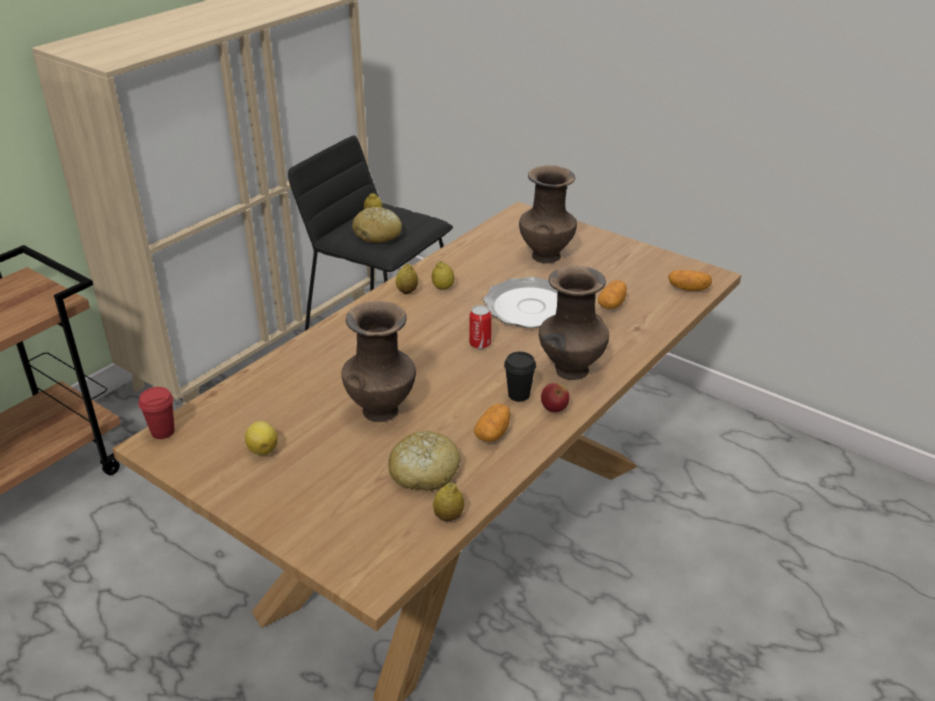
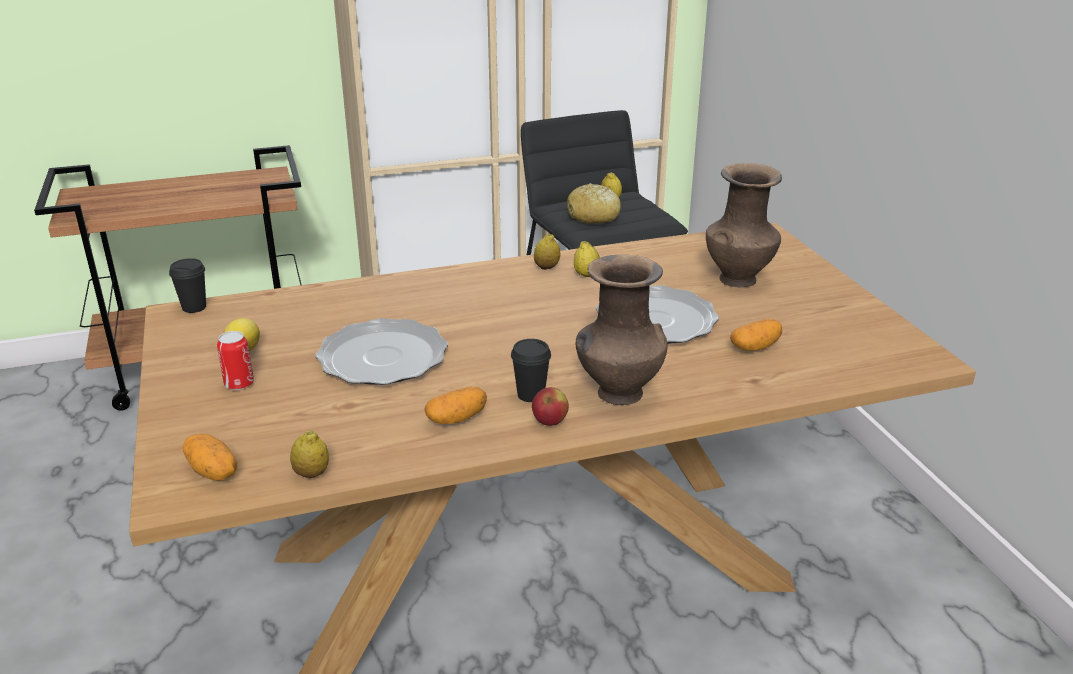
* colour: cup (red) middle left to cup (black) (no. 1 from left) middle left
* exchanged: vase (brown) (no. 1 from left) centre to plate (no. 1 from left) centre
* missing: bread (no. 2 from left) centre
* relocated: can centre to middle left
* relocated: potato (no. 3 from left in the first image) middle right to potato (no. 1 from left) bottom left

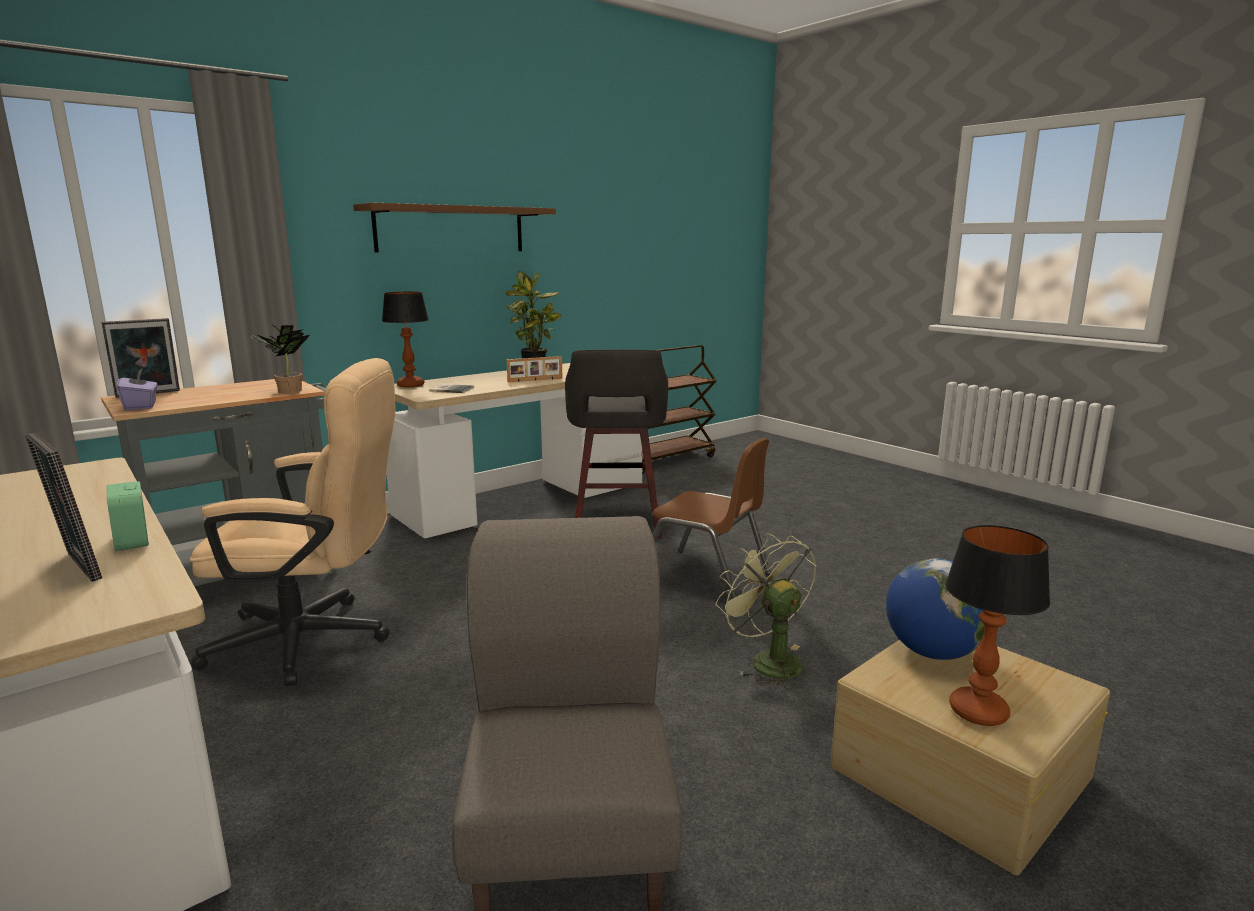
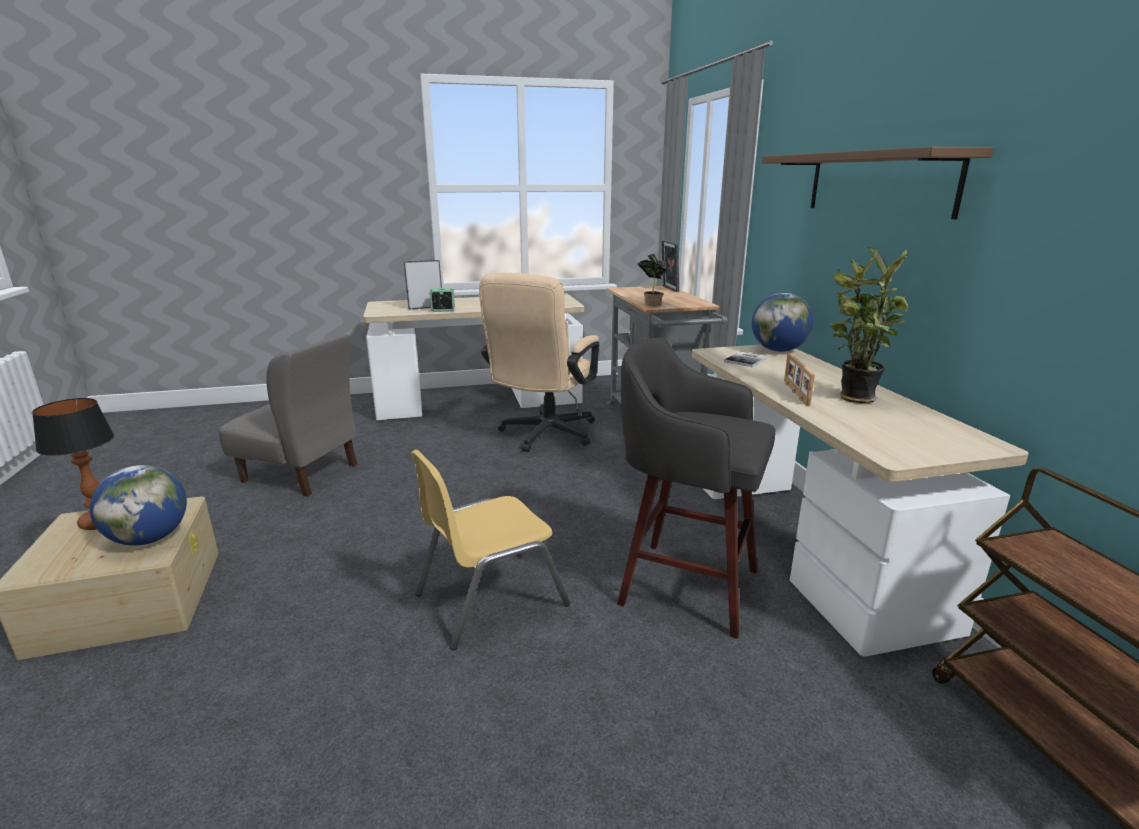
* missing: tissue box (purple) middle left
* exchanged: table lamp (no. 1 from left) middle left to globe (no. 2 from left) middle right
* colour: chair (brown) centre to chair (yellow) centre
* missing: fan (green) bottom centre

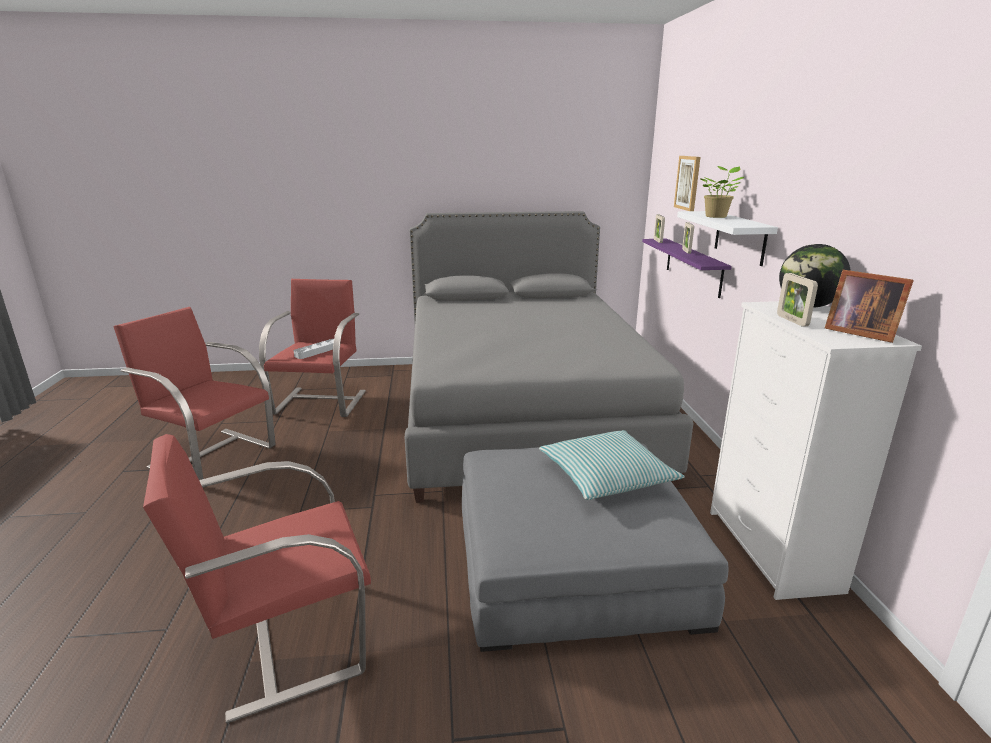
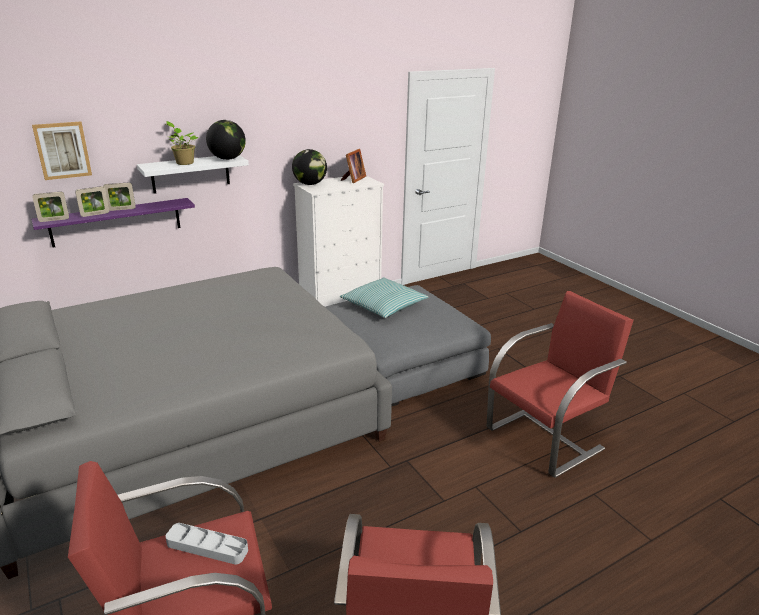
* spun: armchair (red) (no. 2 from left in the first image) bottom left = middle right 75 degrees counterclockwise
* relocated: picture frame (no. 3 from left in the first image) middle right to picture frame (no. 2 from left) top left
* appeared: globe (no. 1 from left) top left

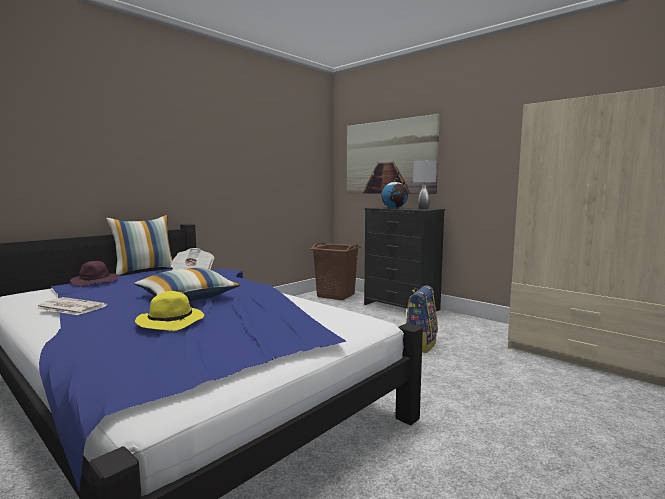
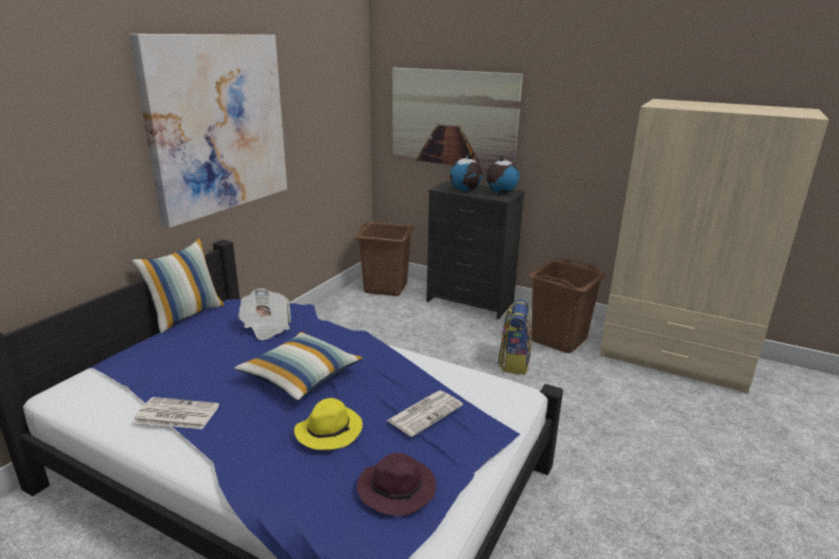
* relocated: hat (purple) middle left to bottom centre
* exchanged: table lamp (grey) centre to globe (no. 2 from left) top centre
* appeared: picture (no. 1 from left) top left
* appeared: newspaper (no. 3 from left) bottom centre
* appeared: laundry basket (brown) (no. 2 from left) middle right

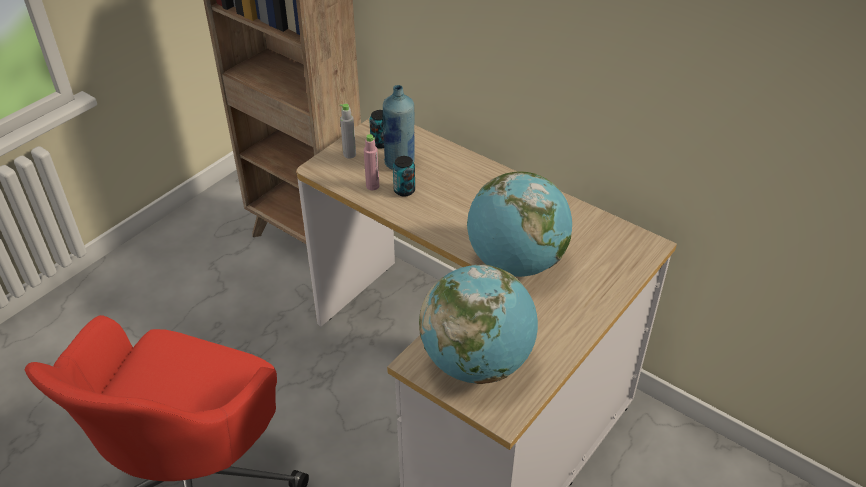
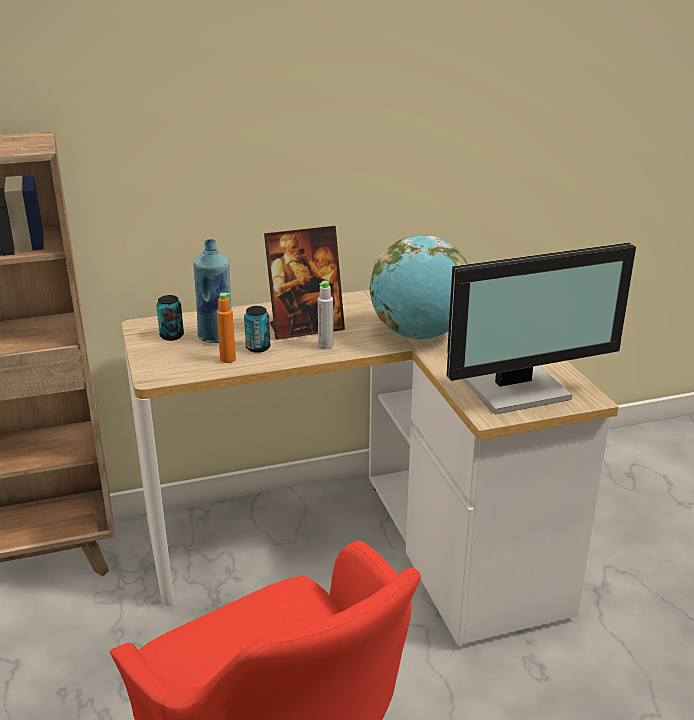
* relocated: bottle (grey) top centre to centre
* colour: bottle (pink) top centre to bottle (orange) middle left
* exchanged: globe (no. 1 from left) centre to monitor middle right
* appeared: picture frame centre

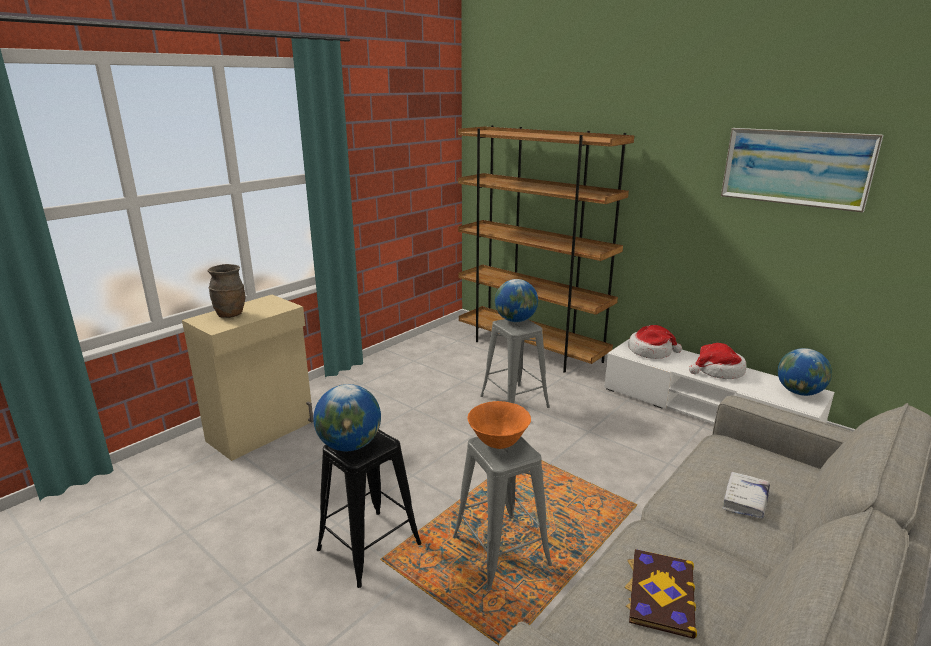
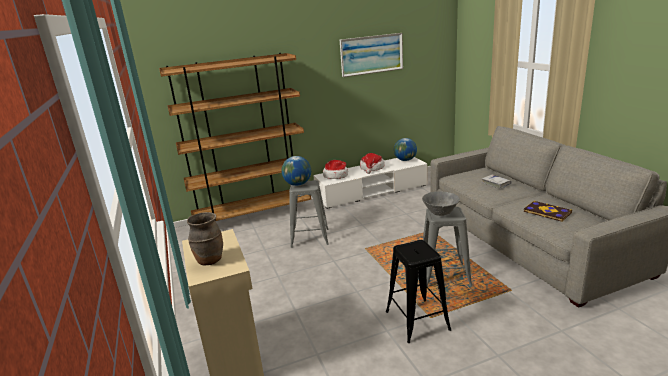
* missing: globe (no. 1 from left) centre
* colour: bowl (orange) centre to bowl (grey) centre

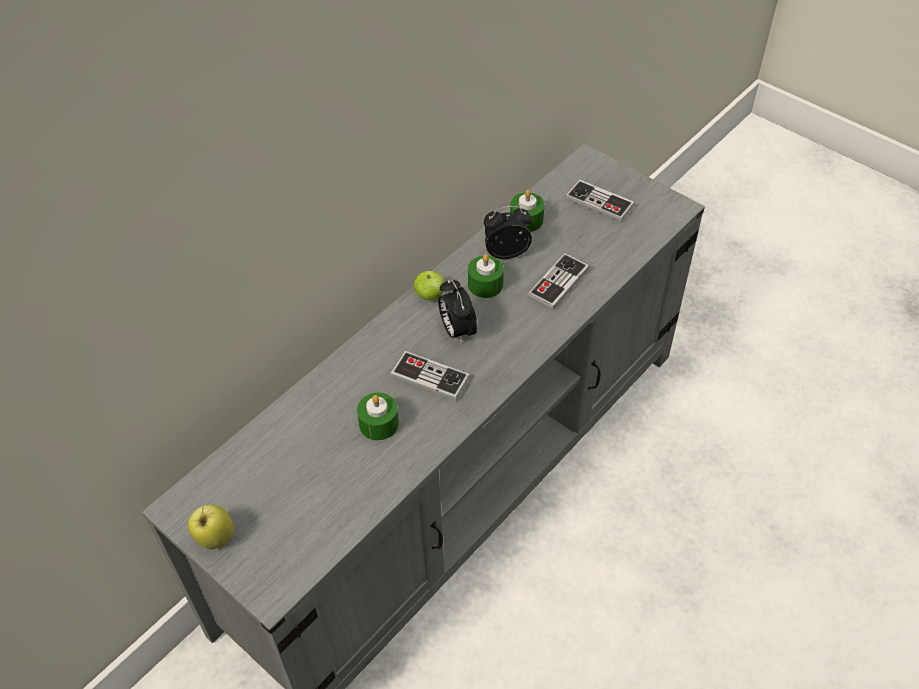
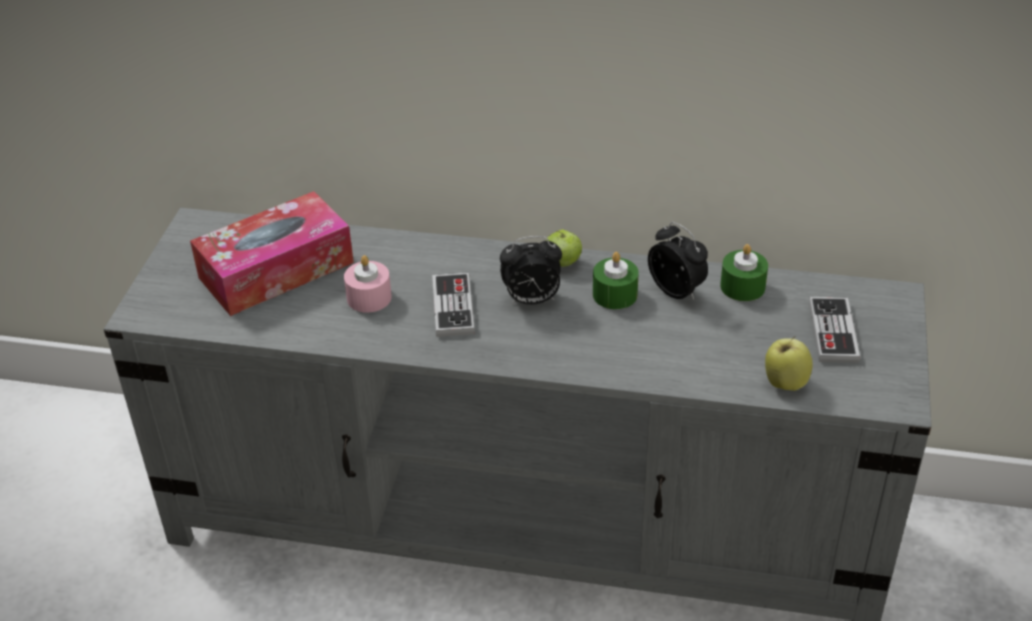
* relocated: apple (no. 1 from left in the first image) bottom left to apple (no. 2 from left) middle right
* colour: candle (green) (no. 1 from left) centre to candle (pink) centre
* spun: alarm clock (no. 1 from left) centre = centre 135 degrees counterclockwise
* missing: game controller (no. 2 from left) centre
* appeared: tissue box middle left

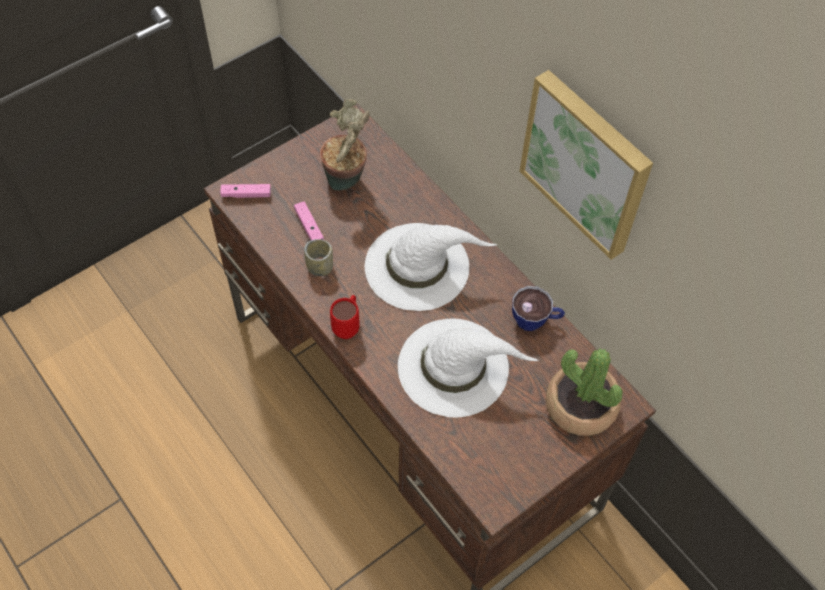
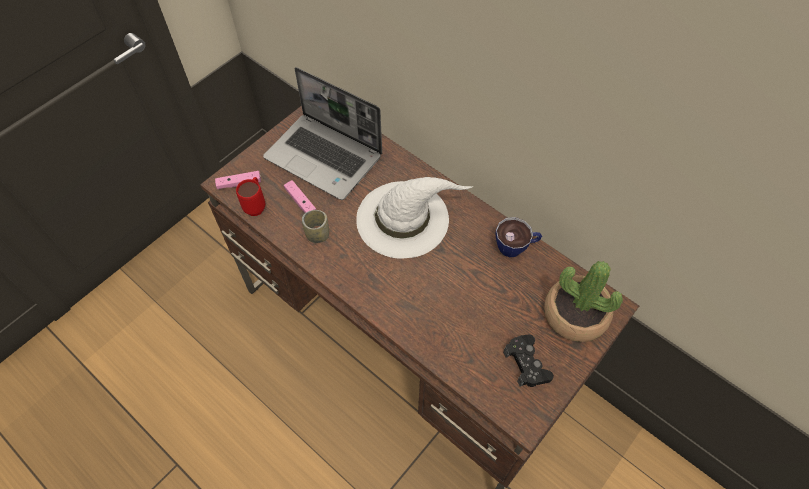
* exchanged: potted plant (no. 1 from left) top centre to laptop top centre
* relocated: mug (red) centre to middle left
* missing: hat (white) (no. 2 from left) centre
* missing: picture top right
* appeared: game controller (black) bottom centre

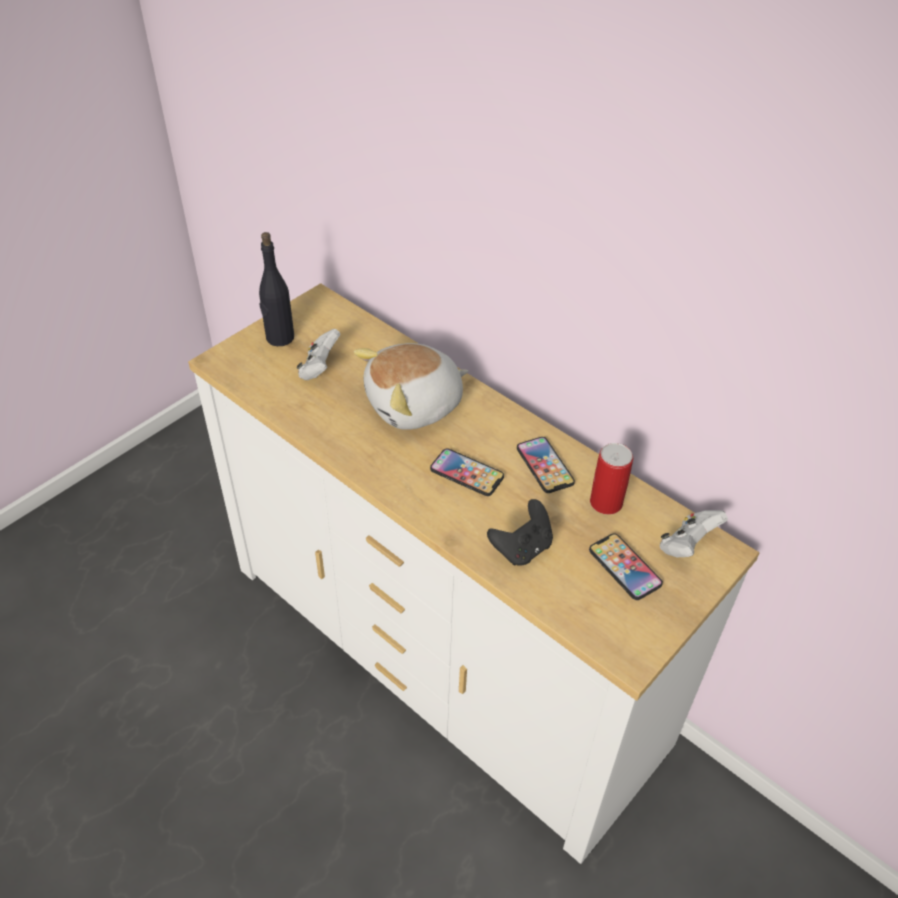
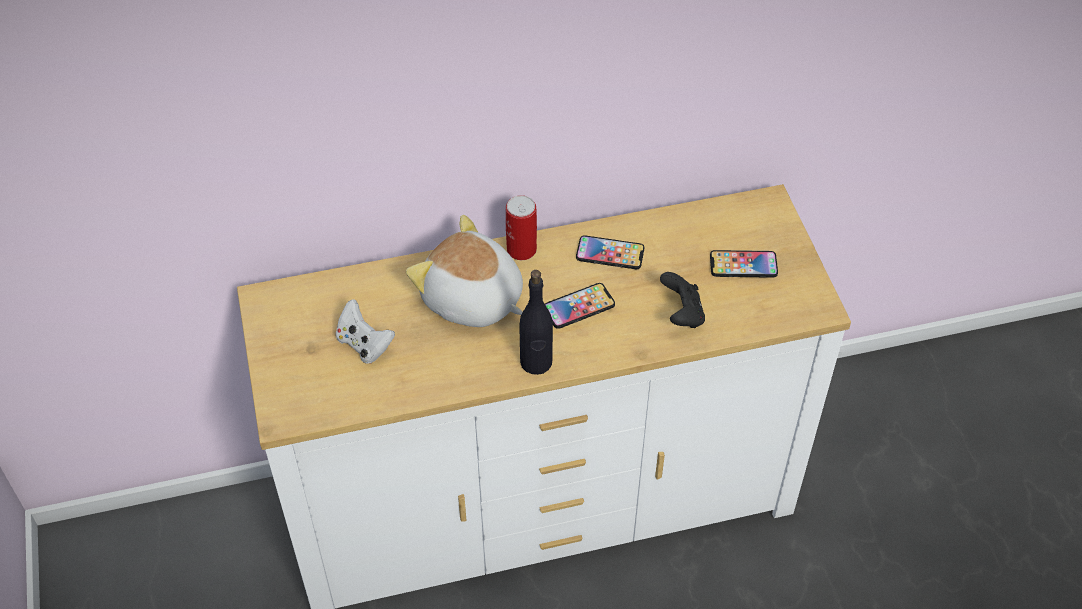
* relocated: bottle (black) top left to centre
* spun: plush toy centre = centre 120 degrees clockwise
* relocated: can middle right to centre
* missing: game controller (white) (no. 2 from left) middle right

